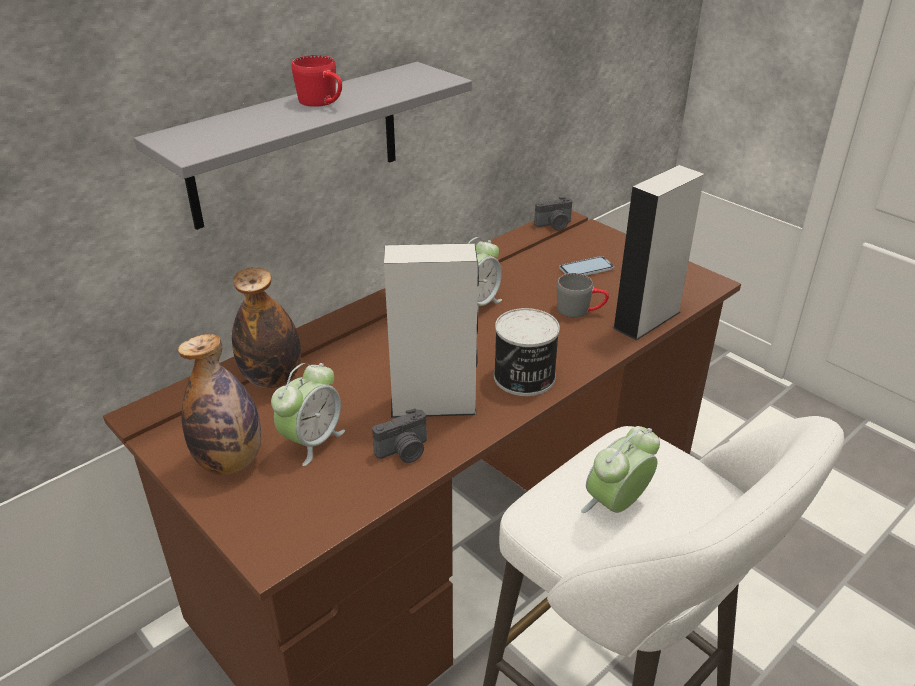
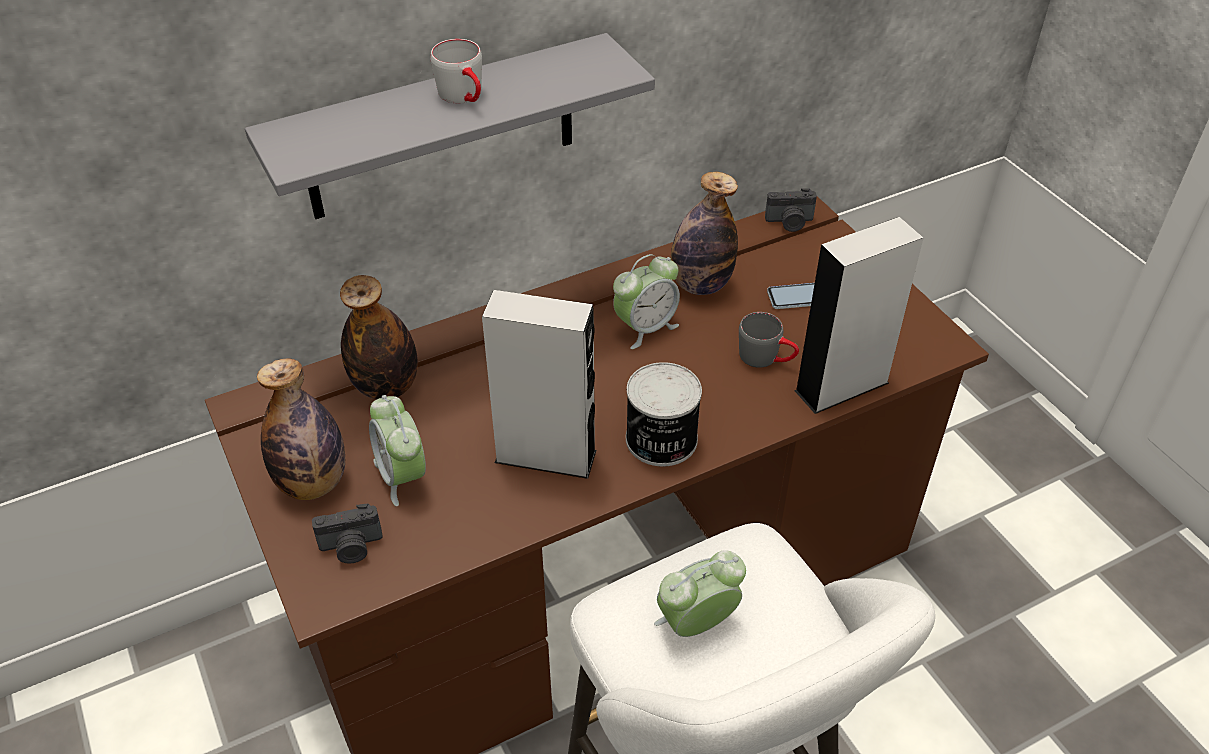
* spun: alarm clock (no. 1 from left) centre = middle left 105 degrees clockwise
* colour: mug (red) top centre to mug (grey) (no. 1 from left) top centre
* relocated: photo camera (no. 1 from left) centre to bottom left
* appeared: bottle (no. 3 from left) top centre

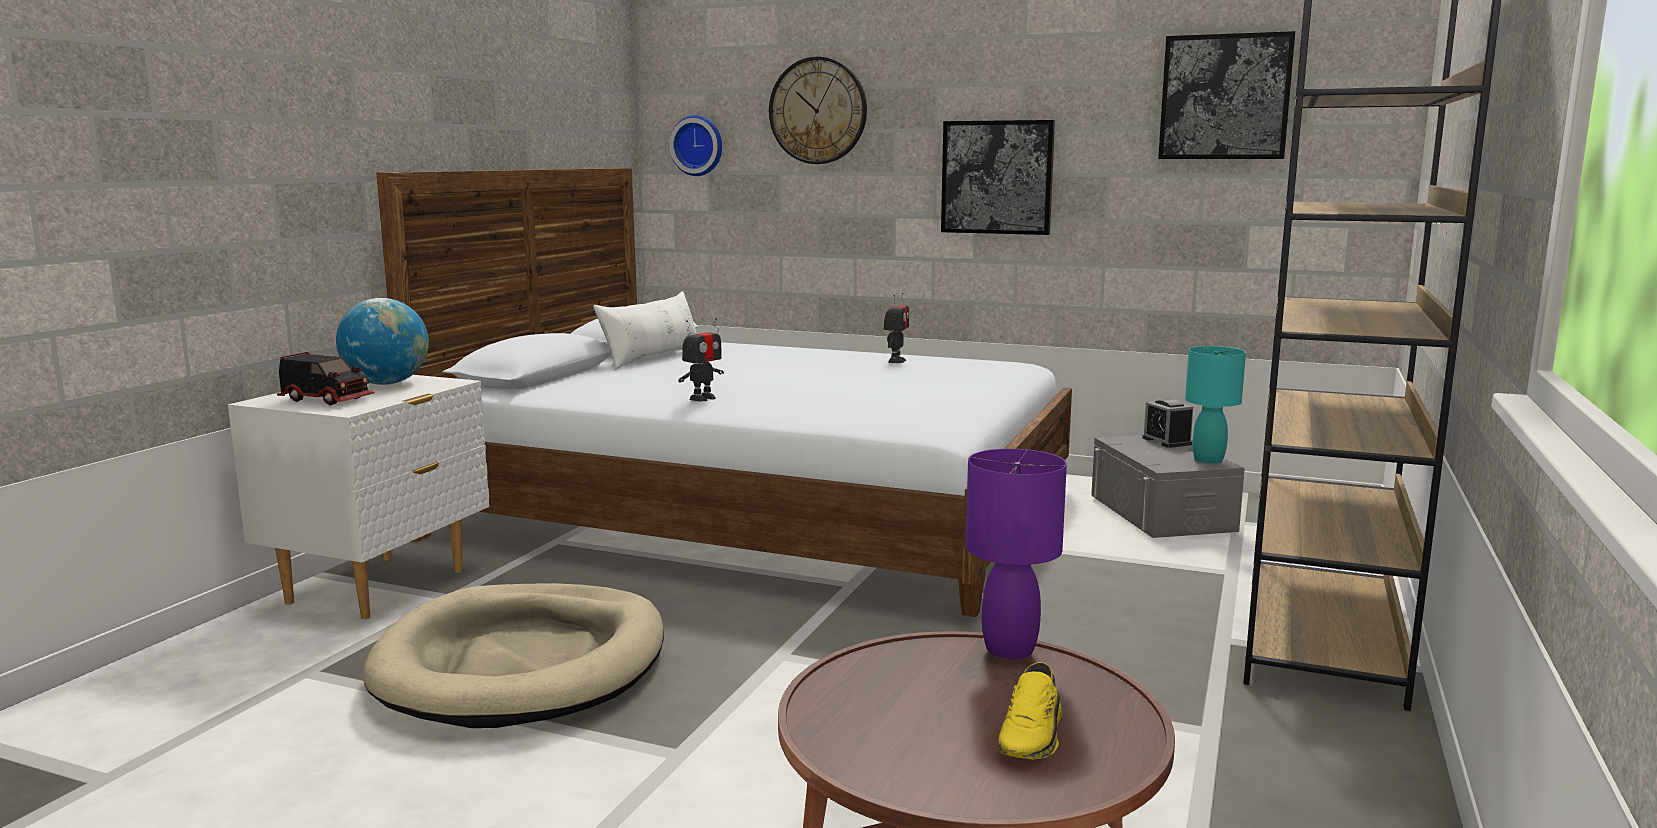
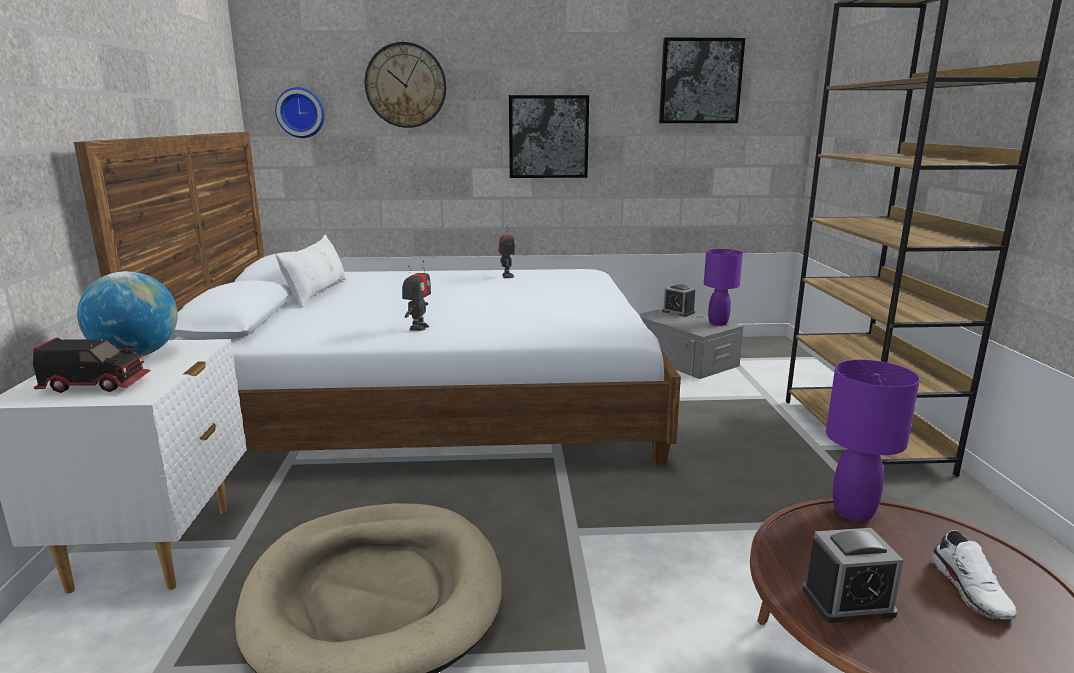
* colour: shoe (yellow) bottom centre to shoe (white) bottom right
* colour: table lamp (turquoise) middle right to table lamp (purple) (no. 1 from left) middle right
* appeared: alarm clock (no. 2 from left) bottom right

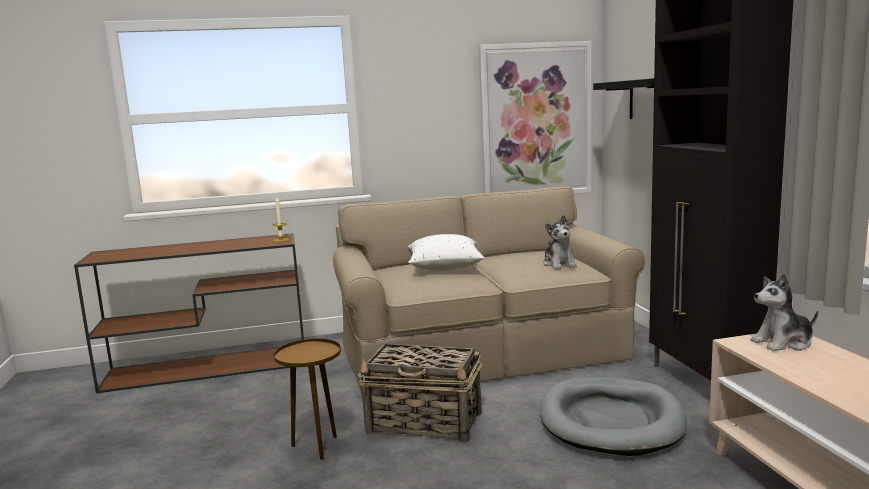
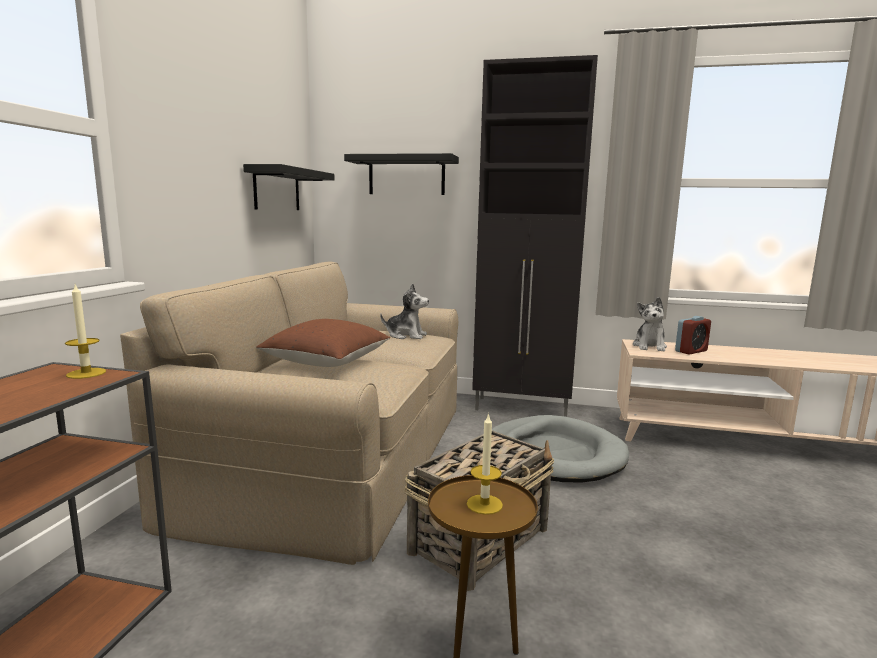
* colour: pillow (white) centre to pillow (brown) centre
* exchanged: picture top centre to shelf (black) (no. 1 from left) top left
* appeared: candle (no. 2 from left) bottom centre
* appeared: alarm clock middle right

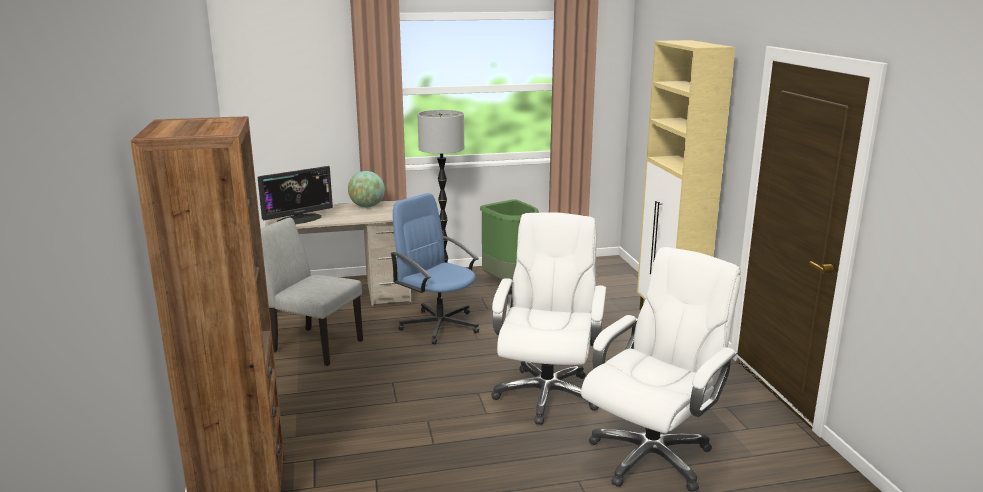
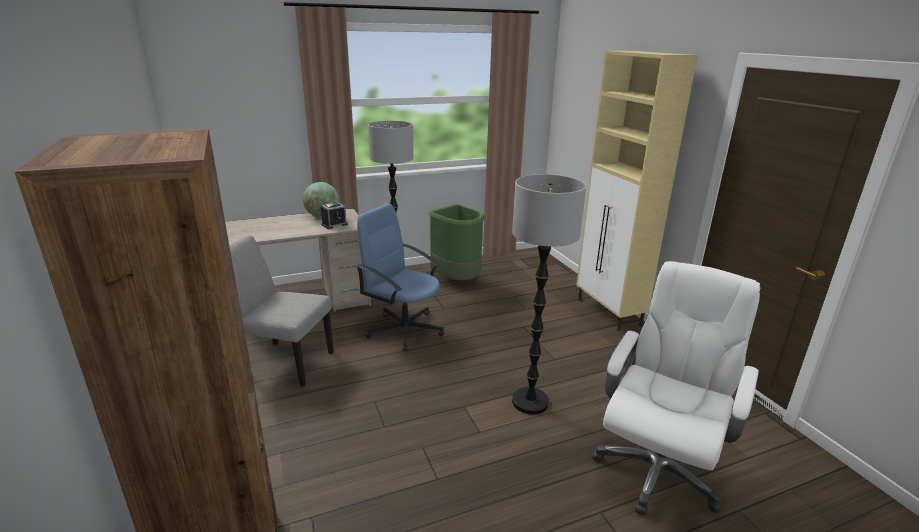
* missing: monitor middle left
* exchanged: office chair (white) (no. 1 from left) centre to floor lamp (no. 2 from left) centre
* appeared: alarm clock centre

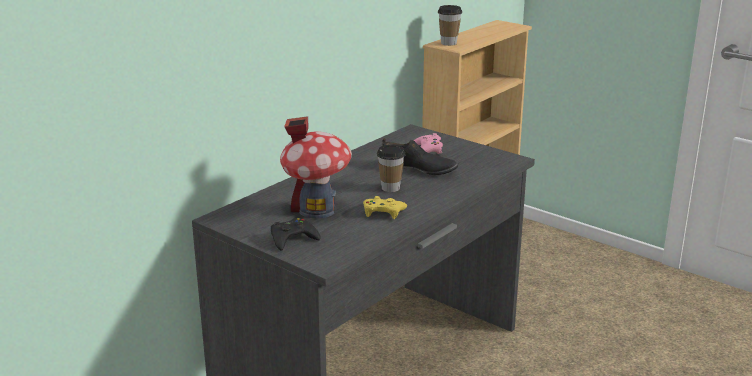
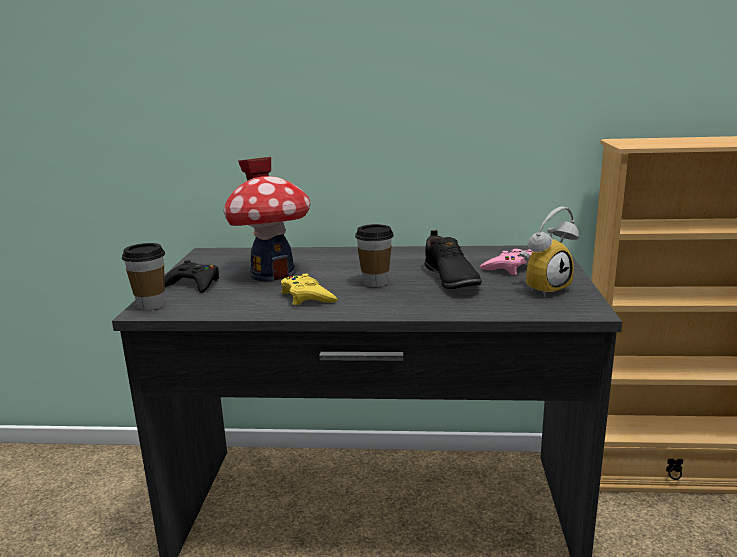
* relocated: cup (no. 2 from left in the first image) top centre to cup (no. 1 from left) middle left
* appeared: alarm clock middle right

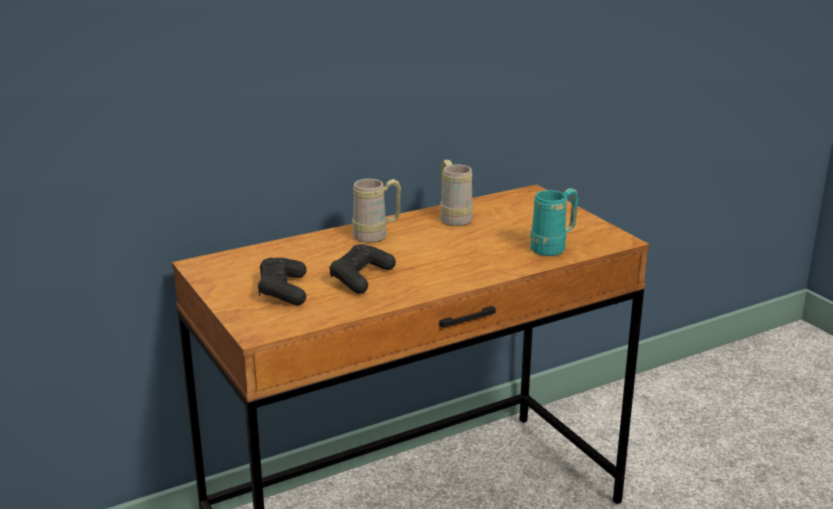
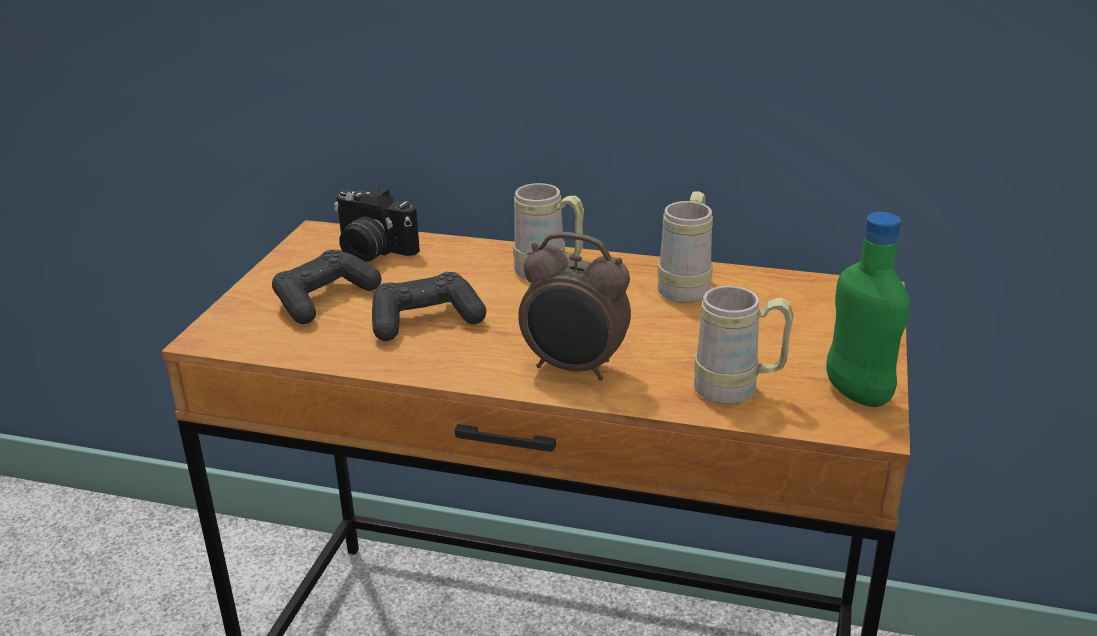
* colour: mug (turquoise) centre to mug (beige) (no. 3 from left) middle right
* appeared: photo camera centre
* appeared: alarm clock centre
* appeared: bottle (green) middle right

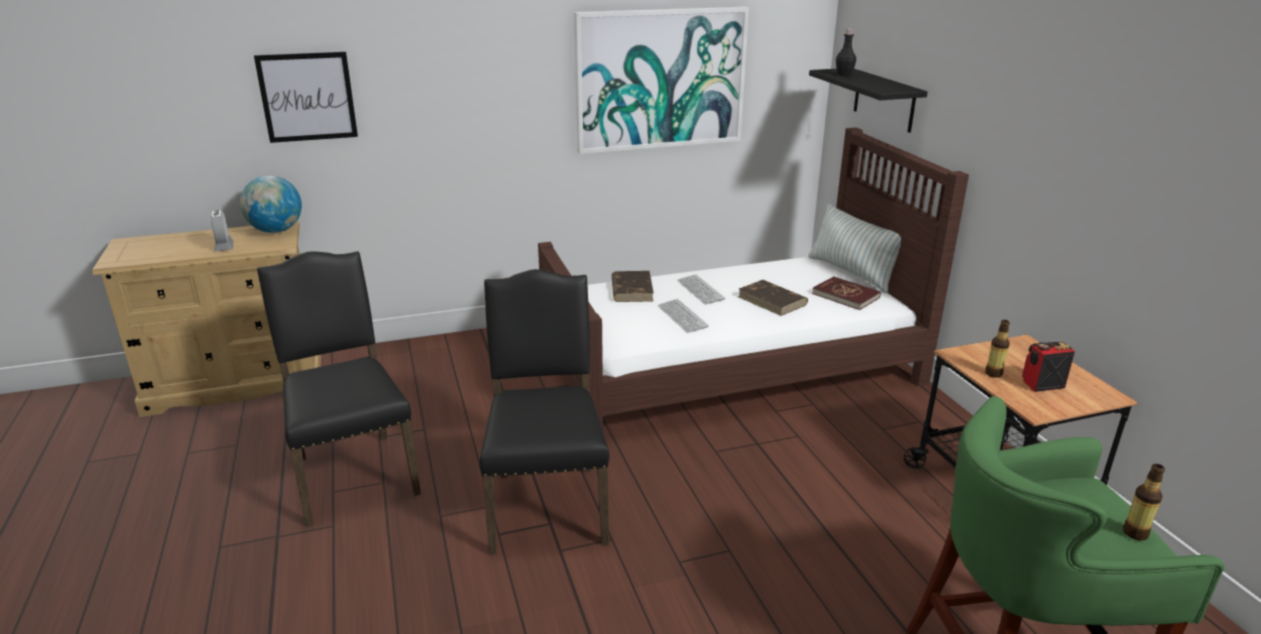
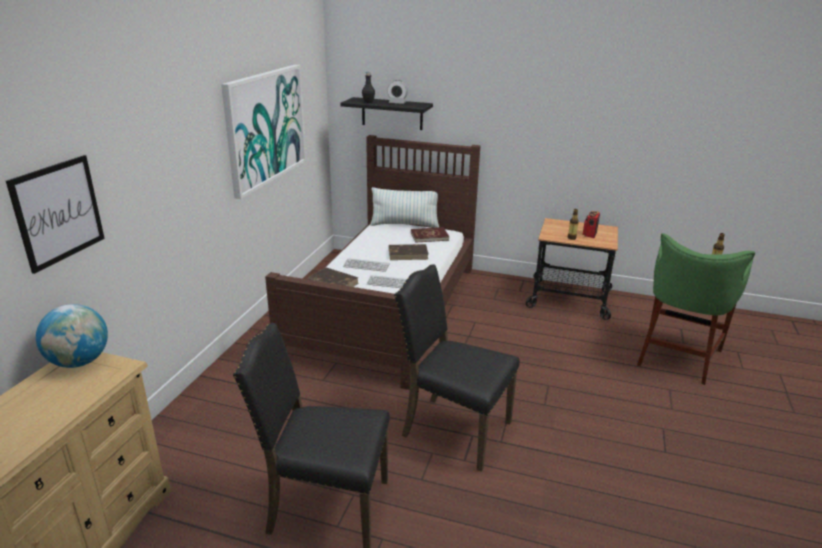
* relocated: alarm clock middle left to top centre

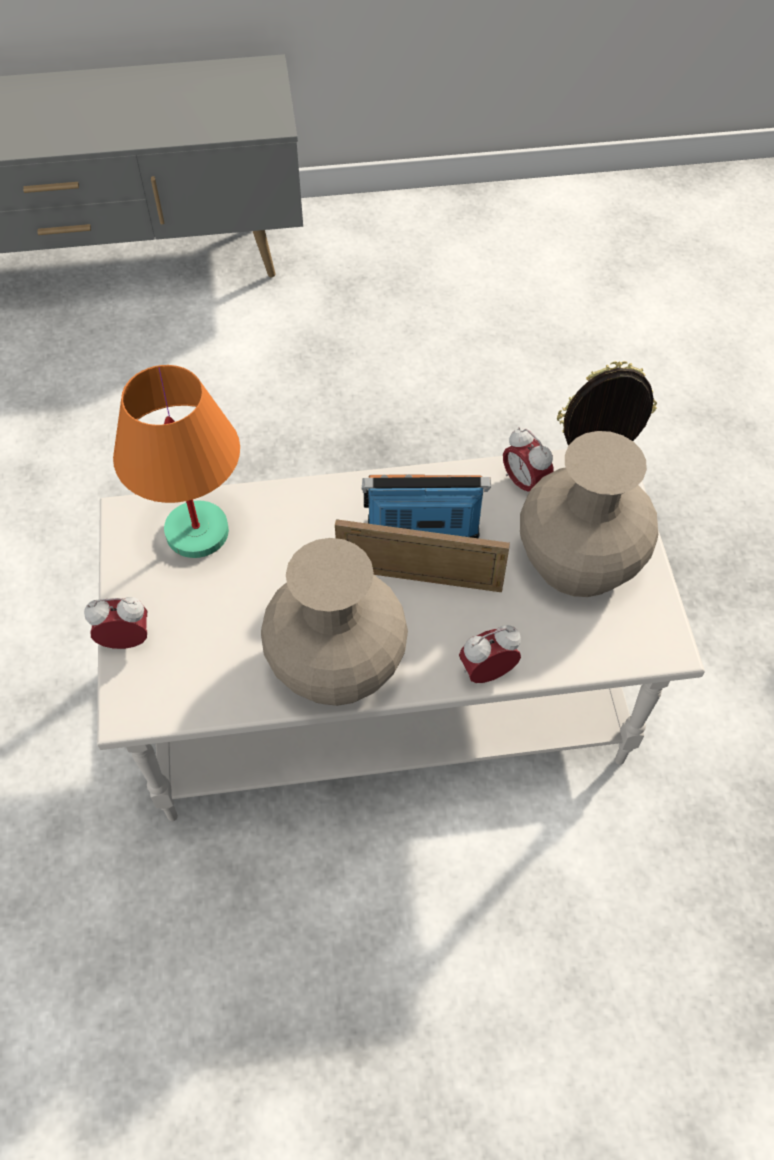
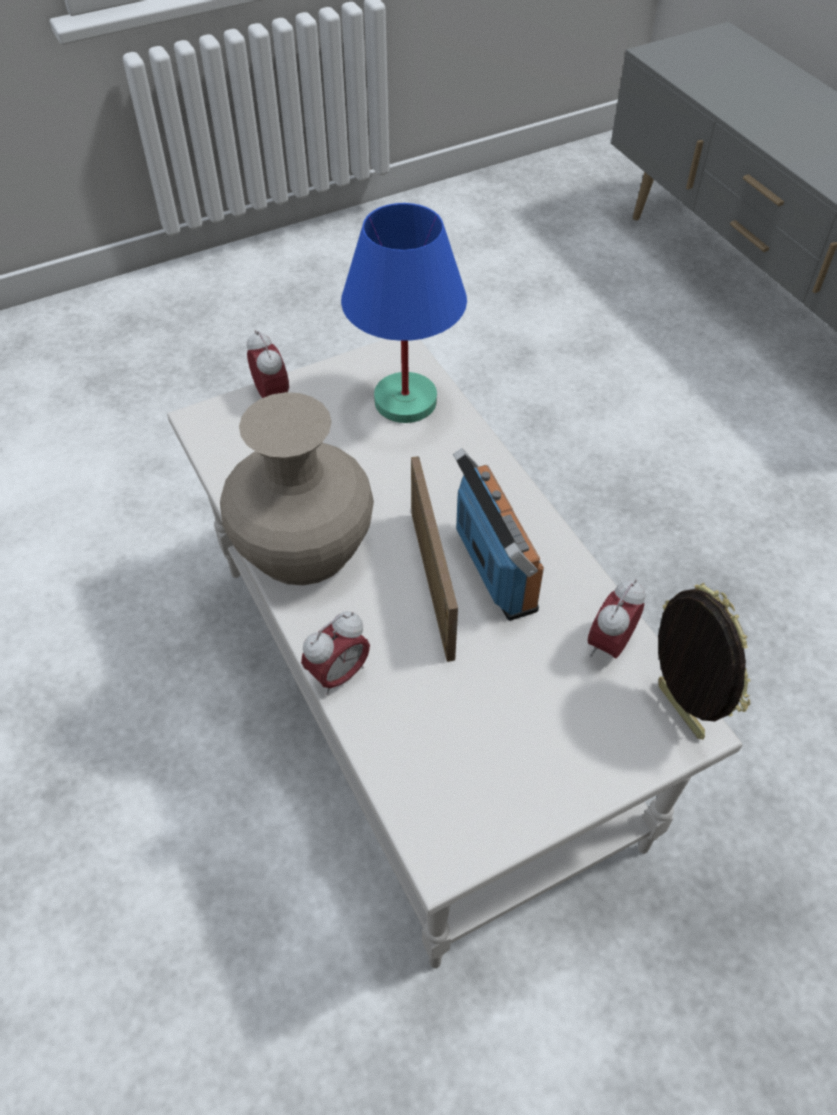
* colour: table lamp (orange) middle left to table lamp (blue) top centre
* spun: alarm clock (no. 2 from left) centre = centre 90 degrees clockwise
* missing: vase (beige) (no. 2 from left) middle right

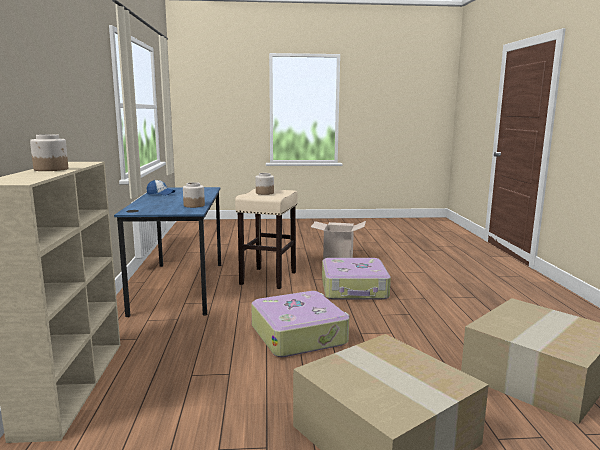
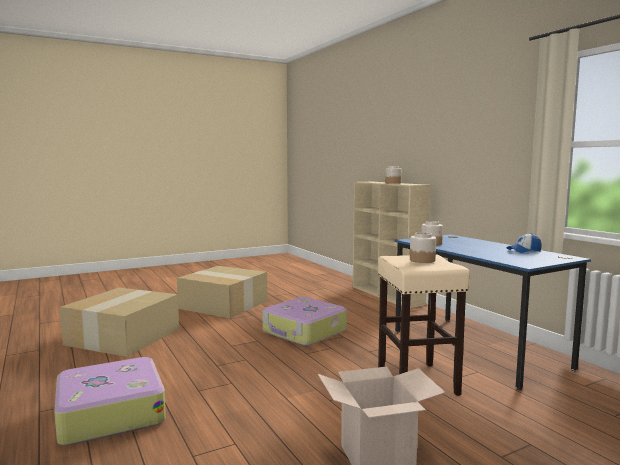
* relocated: suitcase (no. 2 from left in the first image) centre to suitcase (no. 1 from left) bottom left

